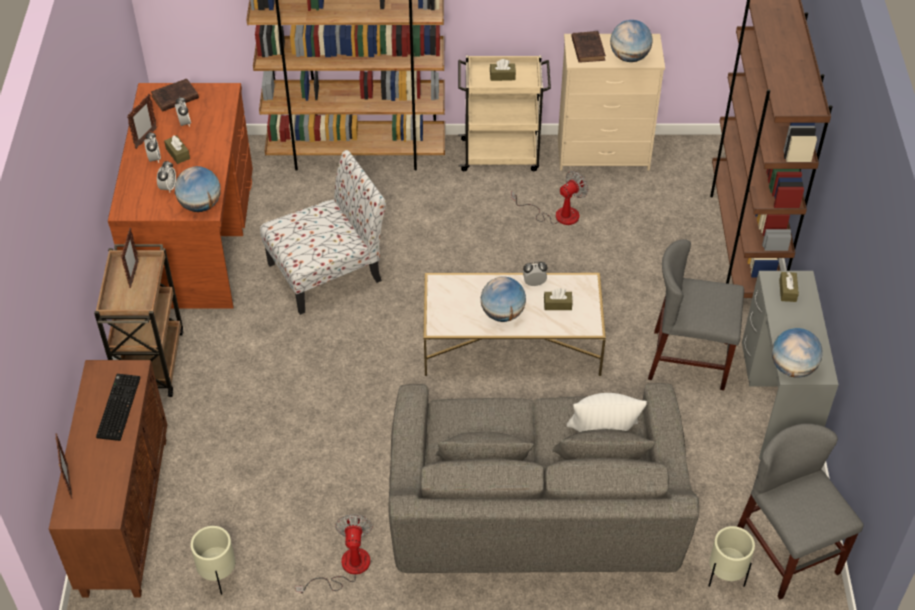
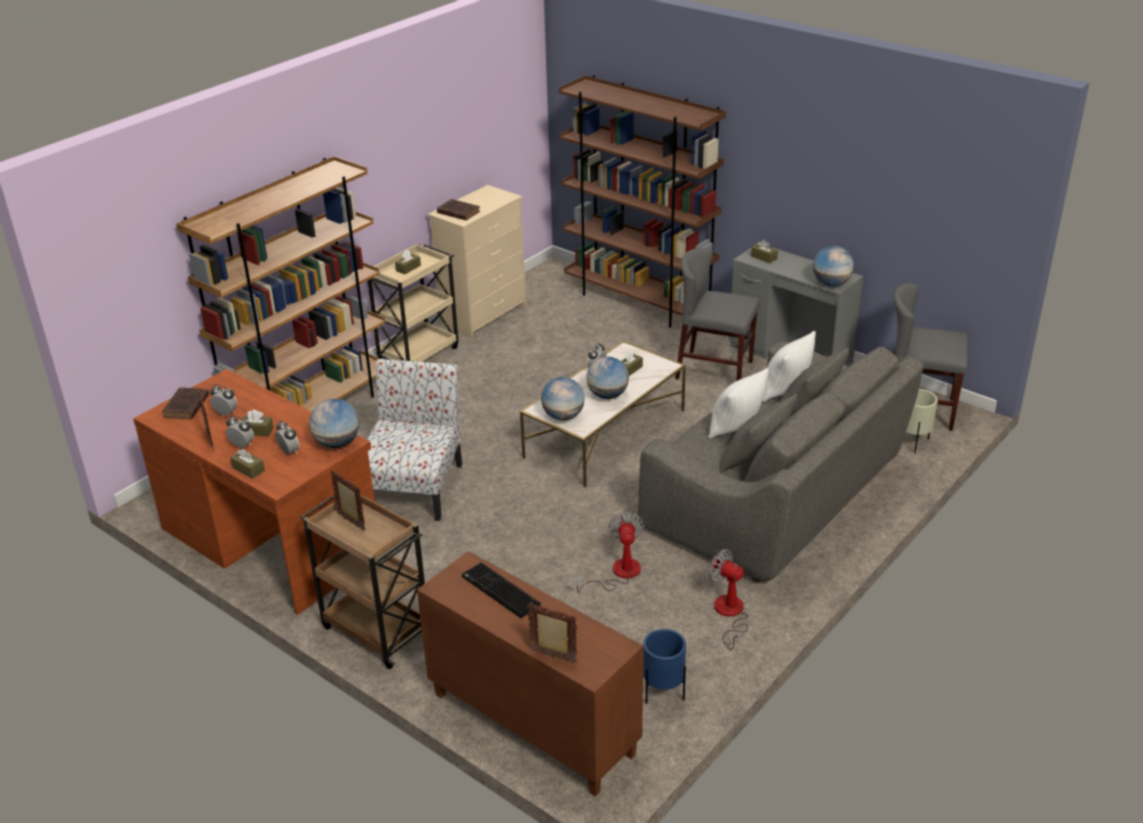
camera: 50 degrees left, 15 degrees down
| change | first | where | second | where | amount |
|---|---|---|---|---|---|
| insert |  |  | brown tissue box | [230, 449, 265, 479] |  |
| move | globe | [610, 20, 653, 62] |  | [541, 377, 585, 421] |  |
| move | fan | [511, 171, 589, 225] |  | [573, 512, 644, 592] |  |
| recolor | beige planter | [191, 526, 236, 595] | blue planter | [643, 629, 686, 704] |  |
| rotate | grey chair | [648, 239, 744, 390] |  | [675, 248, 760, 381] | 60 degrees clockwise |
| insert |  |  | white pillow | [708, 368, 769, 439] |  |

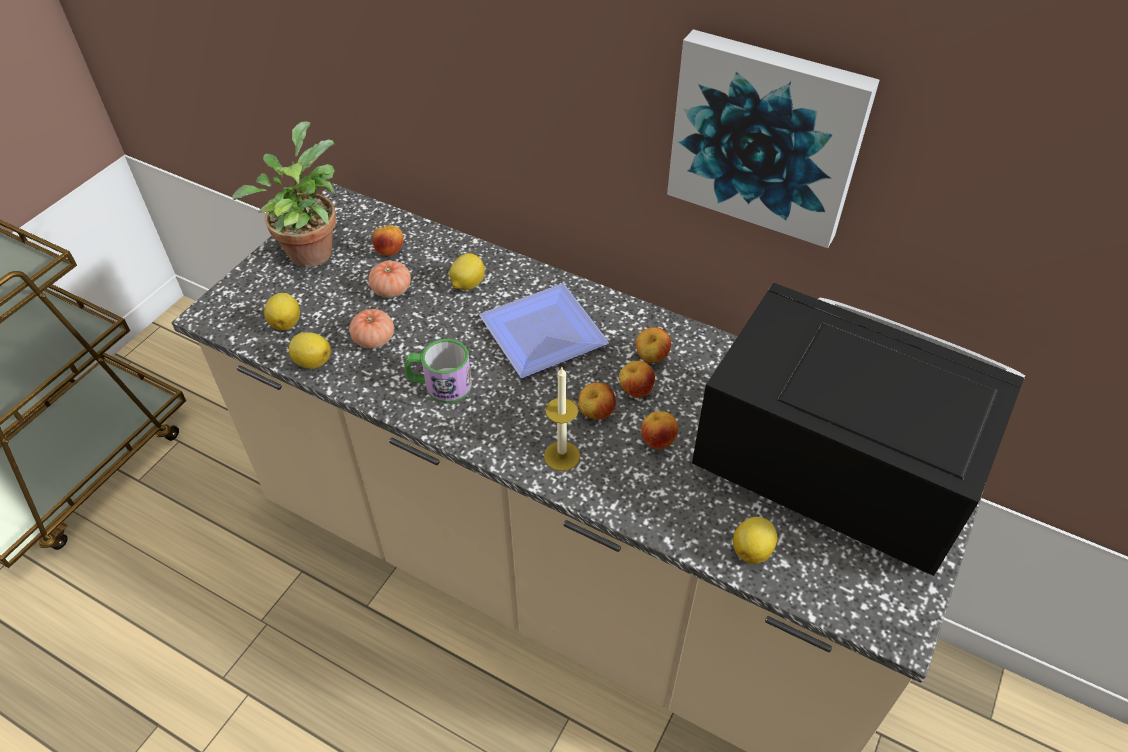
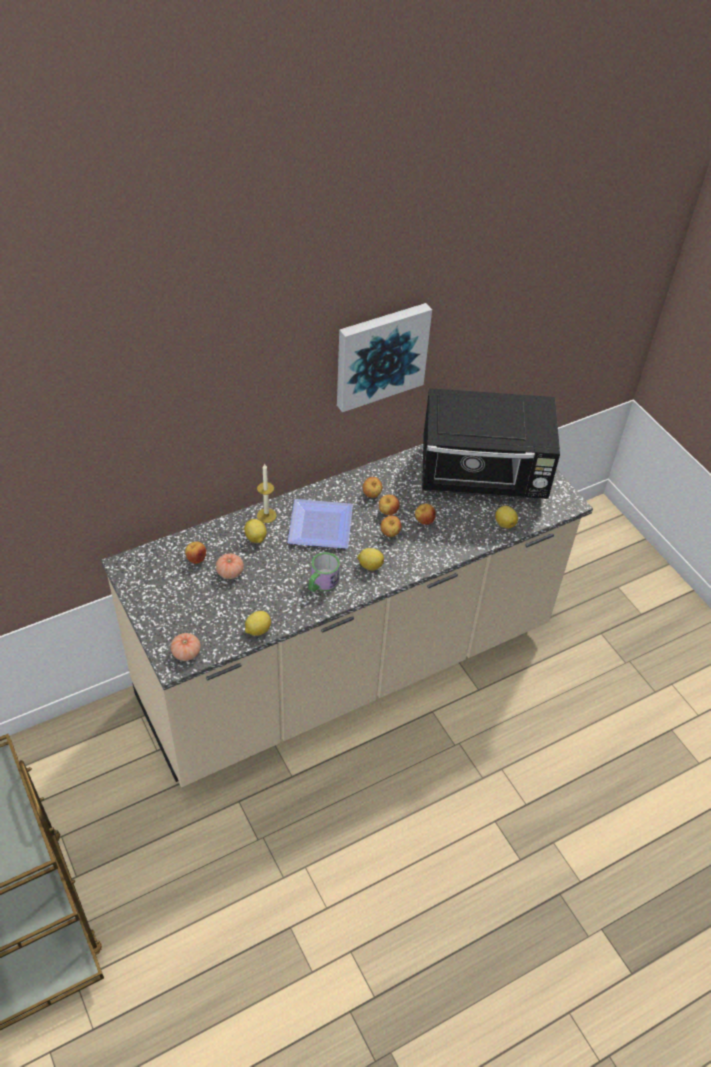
camera: 60 degrees left, 0 degrees up
| change | first | where | second | where | amount |
|---|---|---|---|---|---|
| move | tomato | [349, 309, 394, 349] |  | [170, 633, 201, 661] |  |
| move | candle | [544, 367, 580, 471] |  | [257, 464, 277, 523] |  |
| move | lemon | [264, 293, 300, 330] |  | [357, 548, 384, 571] |  |
| rotate | black microwave | [692, 282, 1025, 576] |  | [422, 388, 560, 499] | 150 degrees counterclockwise |
| delete | potted plant | [232, 121, 336, 268] |  |  |  |

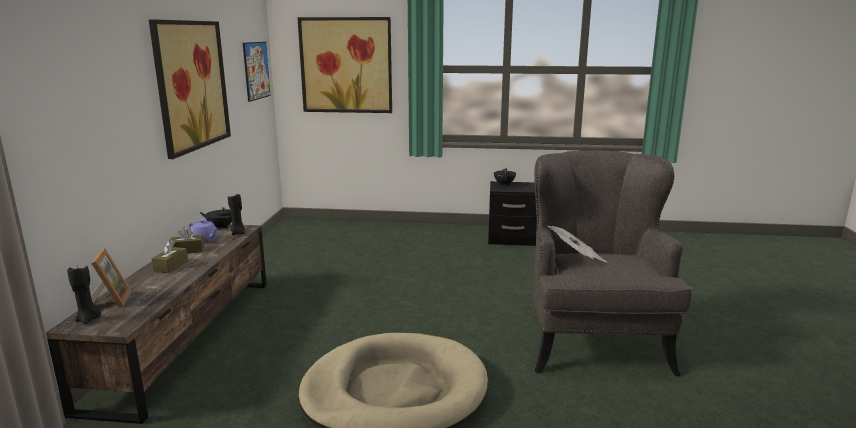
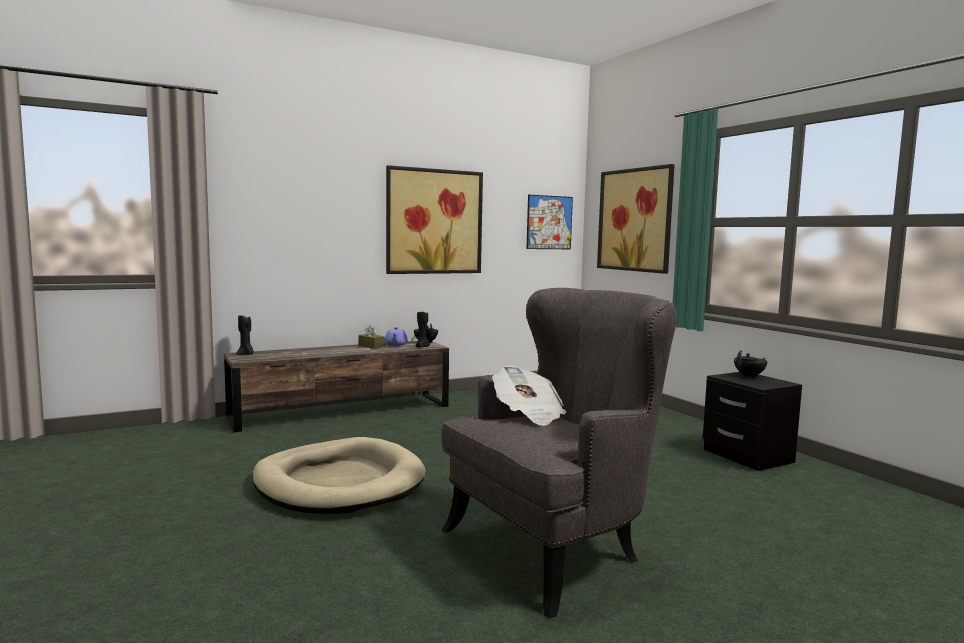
camera: 55 degrees right, 10 degrees down
| change | first | where | second | where | amount |
|---|---|---|---|---|---|
| delete | picture frame | [91, 248, 131, 308] |  |  |  |
| delete | brown tissue box | [152, 240, 188, 273] |  |  |  |

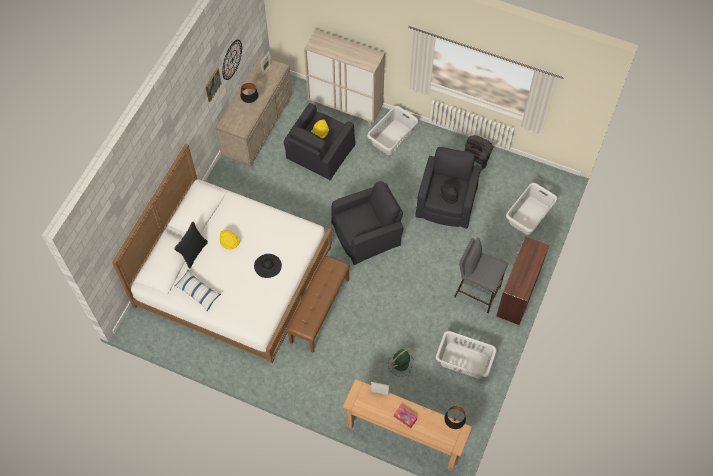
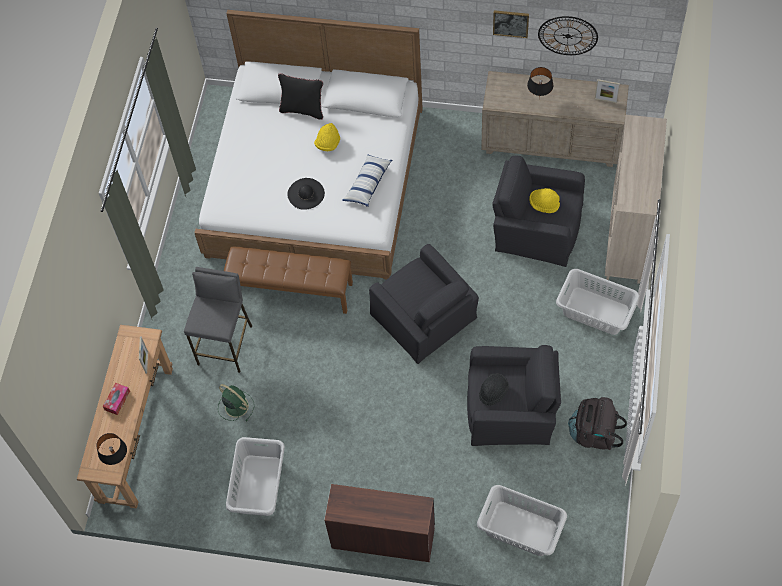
camera: 80 degrees right, 0 degrees up
| change | first | where | second | where | amount |
|---|---|---|---|---|---|
| move | grey stool | [454, 238, 508, 313] |  | [184, 267, 252, 373] |  |
| move | pillow | [175, 270, 221, 311] |  | [342, 154, 392, 207] |  |

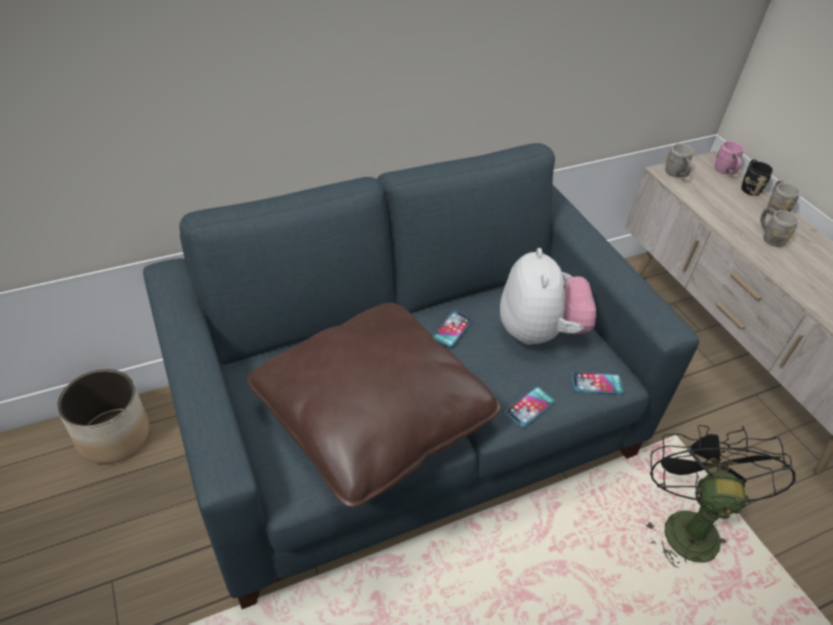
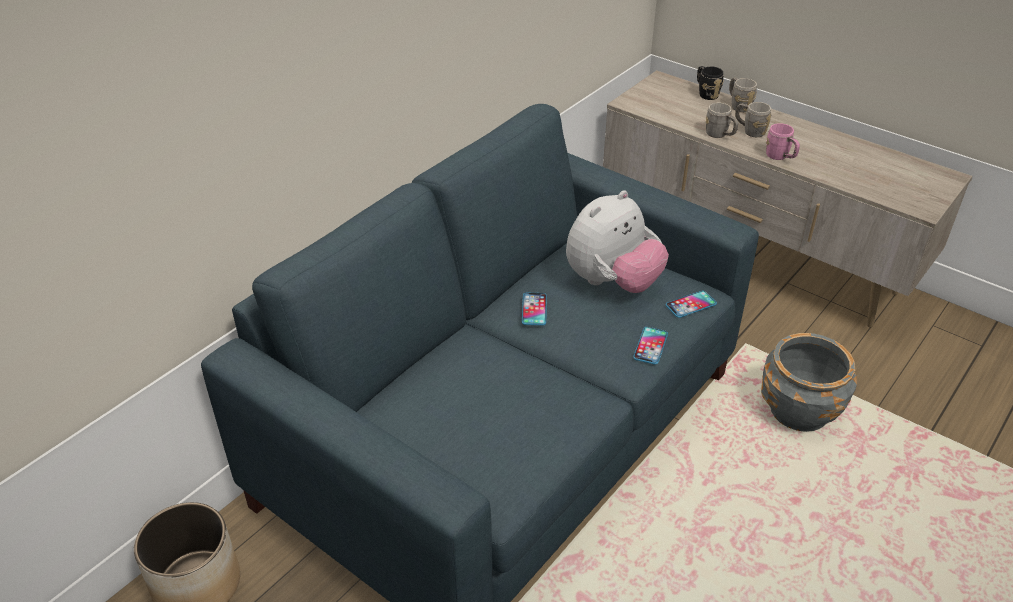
camera: 25 degrees left, 5 degrees down
| change | first | where | second | where | amount |
|---|---|---|---|---|---|
| rotate | plush toy | [500, 248, 596, 345] |  | [566, 190, 669, 293] | 75 degrees clockwise |
| move | grey mug | [665, 144, 693, 177] |  | [706, 102, 738, 138] |  |
| replace | black fan | [645, 425, 796, 568] | grey planter | [761, 333, 857, 432] |  |
| move | pink mug | [715, 141, 744, 174] |  | [766, 123, 800, 160] |  |
| delete | brown pillow | [247, 303, 501, 507] |  |  |  |

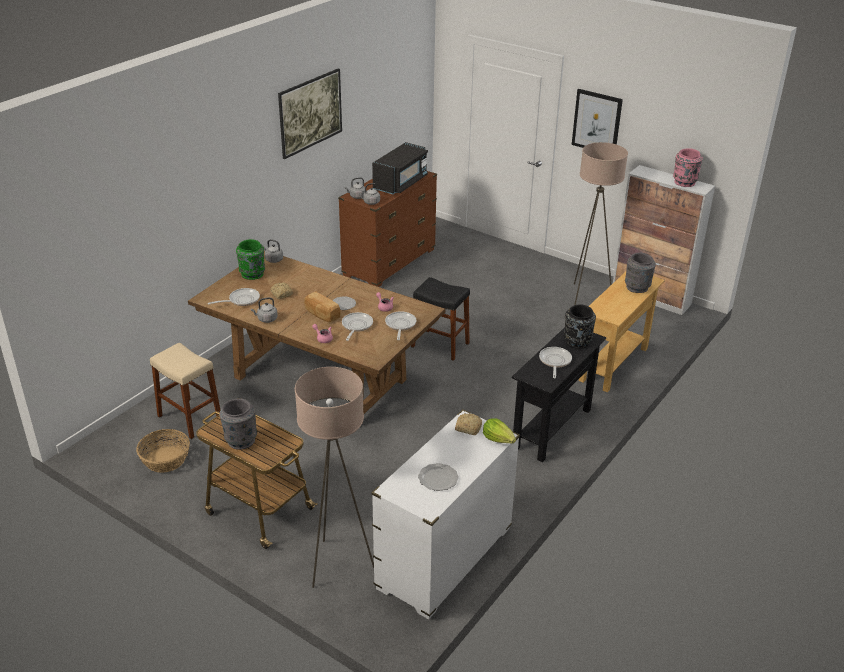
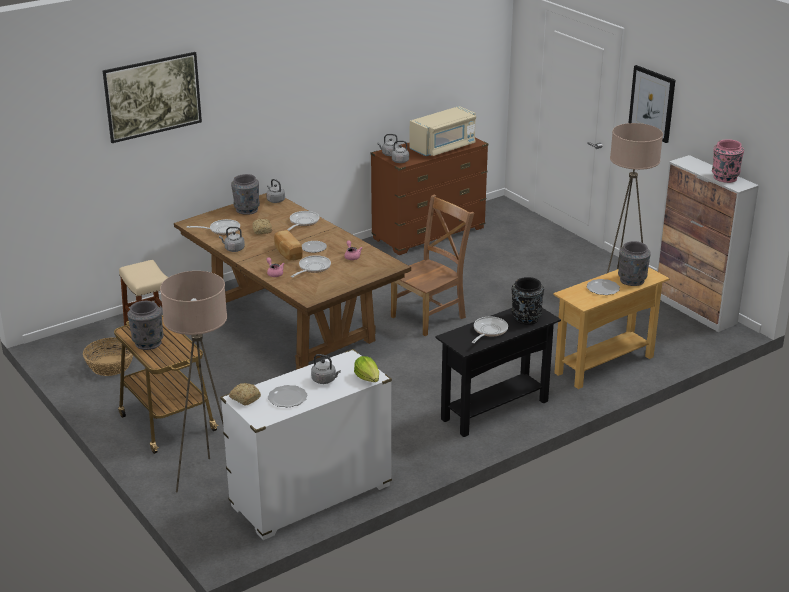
camera: 20 degrees right, 5 degrees down
| change | first | where | second | where | amount |
|---|---|---|---|---|---|
| move | picture | [278, 68, 342, 159] |  | [103, 52, 202, 143] |  |
| move | bread | [455, 413, 482, 435] |  | [229, 383, 261, 406] |  |
| recolor | green vase | [236, 239, 265, 280] | grey vase | [231, 174, 260, 215] |  |
| move | frying pan | [385, 311, 416, 340] |  | [287, 211, 319, 231] |  |
| insert |  |  | grey kettle | [311, 354, 341, 384] |  |
| replace | black stool | [411, 277, 470, 361] | brown chair | [391, 194, 474, 336] |  |
| recolor | black microwave | [372, 142, 428, 194] | beige microwave | [409, 106, 476, 156] |  |
| insert |  |  | plate | [587, 279, 620, 295] |  |

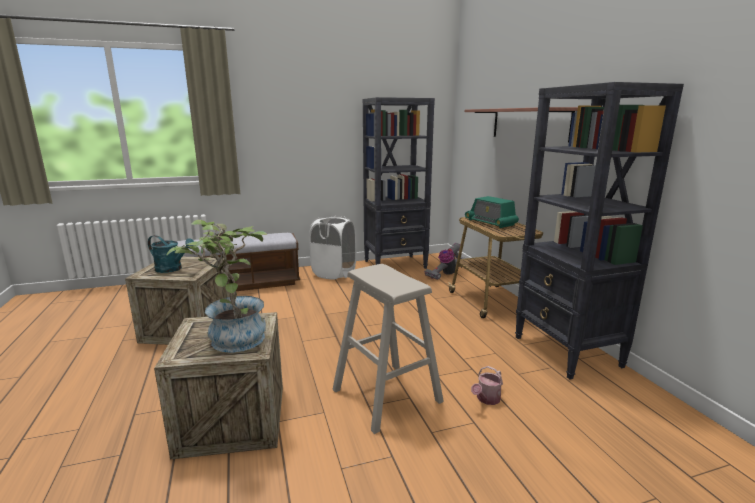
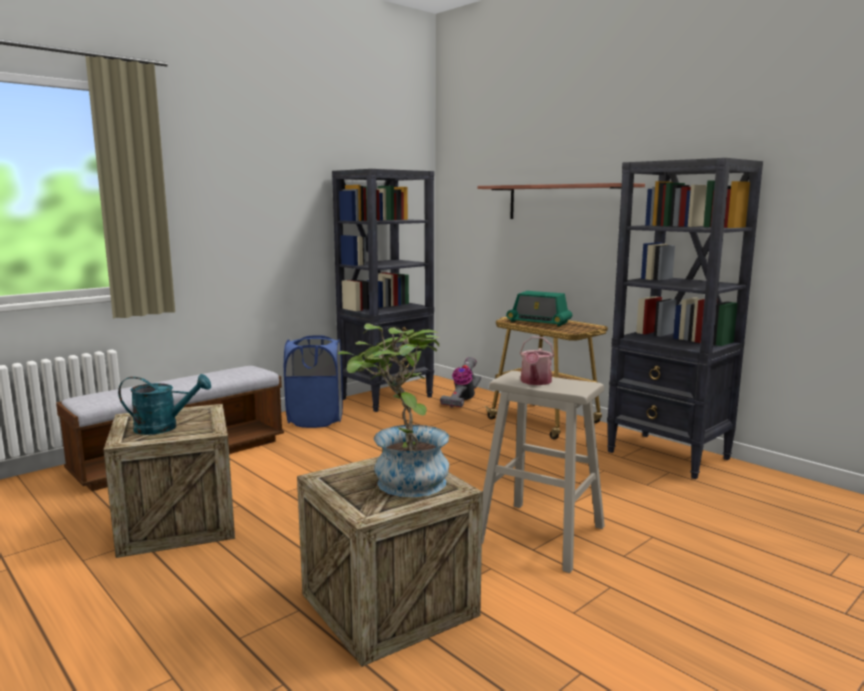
camera: 25 degrees left, 5 degrees down
| change | first | where | second | where | amount |
|---|---|---|---|---|---|
| recolor | white laundry basket | [309, 216, 356, 280] | blue laundry basket | [284, 335, 343, 428] |  |
| move | watering can | [471, 366, 503, 405] |  | [520, 336, 554, 385] |  |

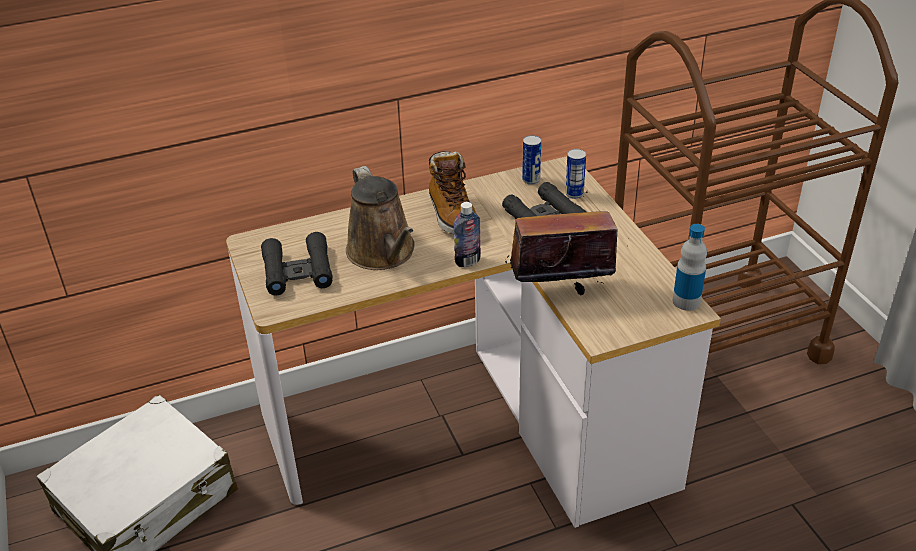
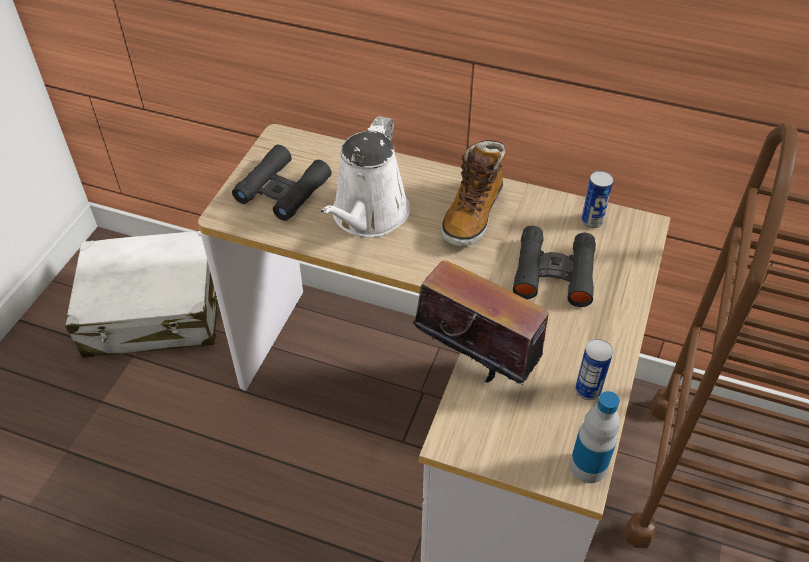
camera: 40 degrees right, 10 degrees up
| change | first | where | second | where | amount |
|---|---|---|---|---|---|
| recolor | brown watering can | [346, 166, 415, 270] | white watering can | [320, 116, 410, 237] |  |
| move | can | [565, 149, 586, 199] |  | [575, 339, 613, 400] |  |
| delete | bottle | [454, 202, 481, 267] |  |  |  |

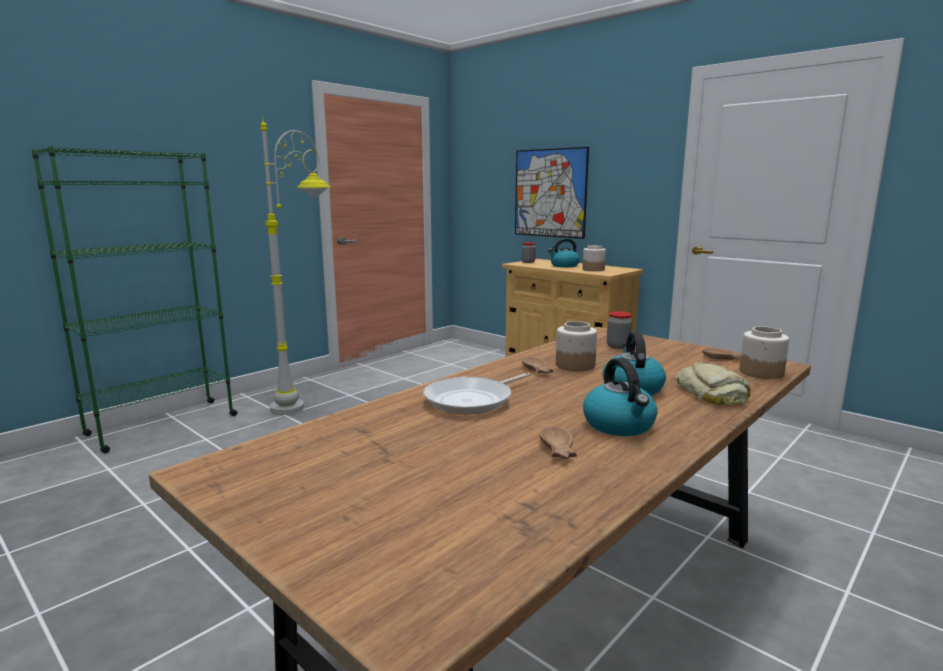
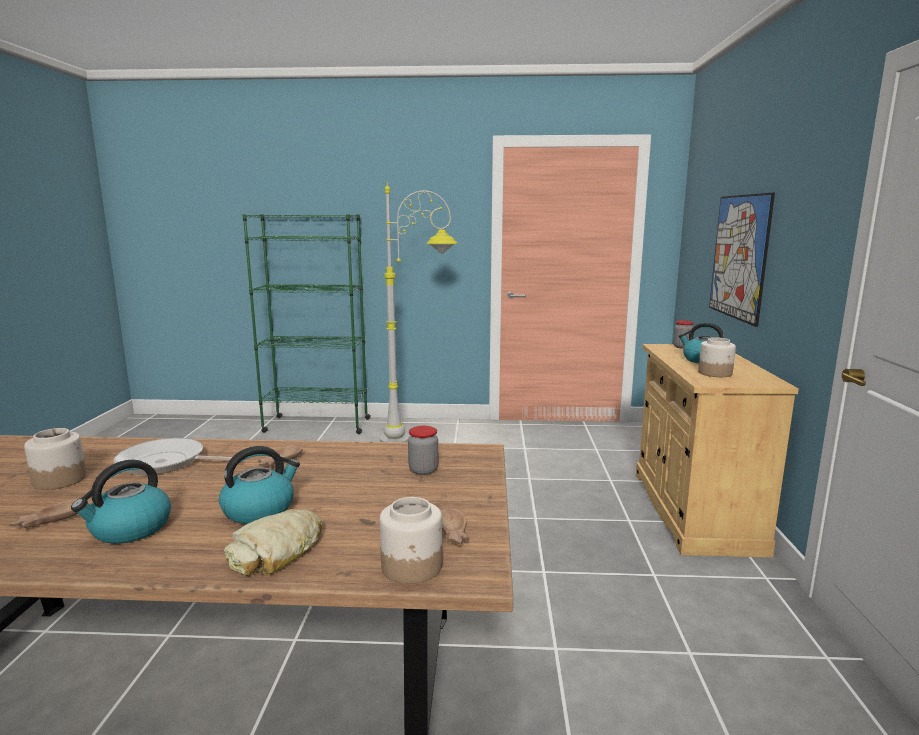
camera: 50 degrees right, 0 degrees up
| change | first | where | second | where | amount |
|---|---|---|---|---|---|
| move | jar | [556, 321, 597, 371] |  | [24, 428, 86, 490] |  |

